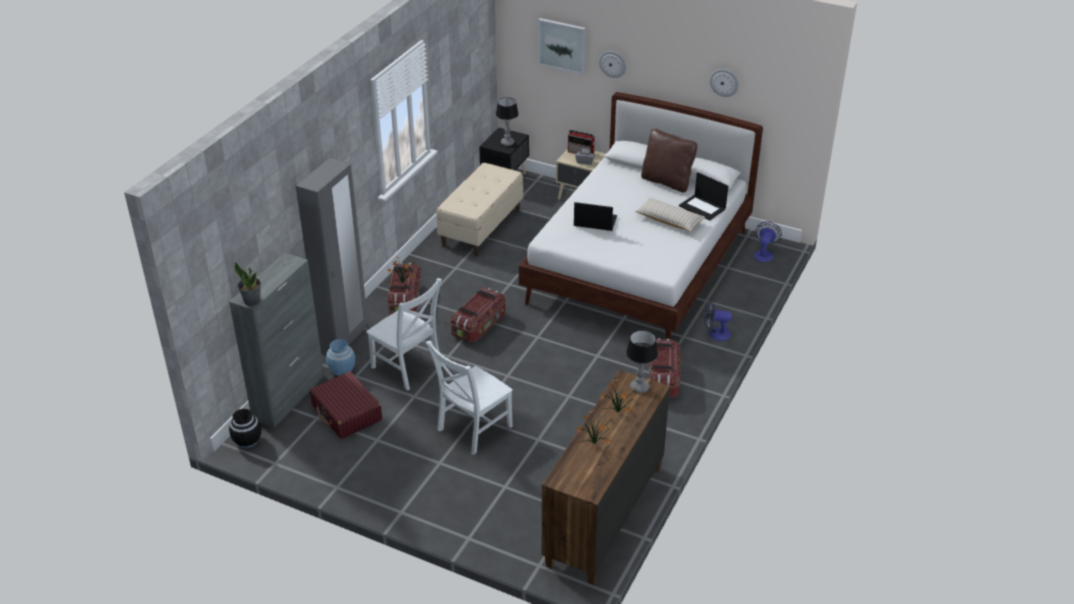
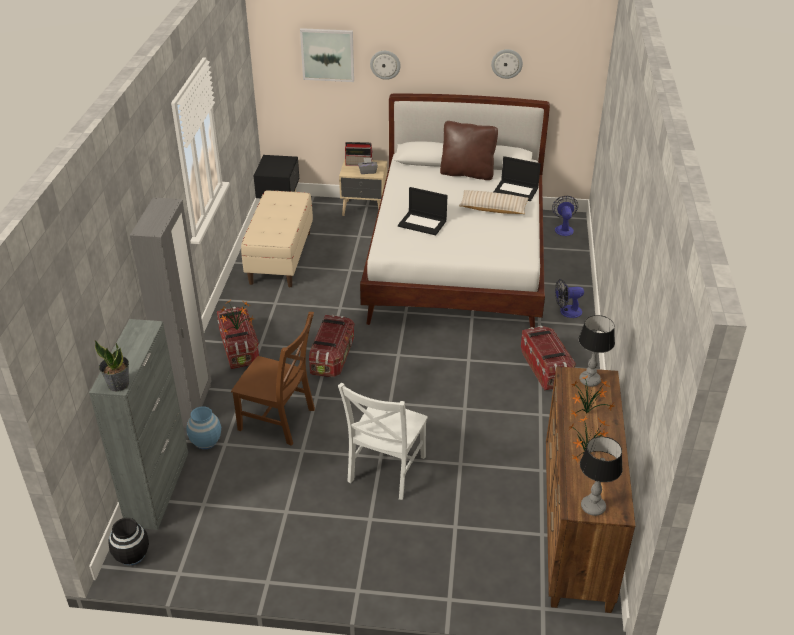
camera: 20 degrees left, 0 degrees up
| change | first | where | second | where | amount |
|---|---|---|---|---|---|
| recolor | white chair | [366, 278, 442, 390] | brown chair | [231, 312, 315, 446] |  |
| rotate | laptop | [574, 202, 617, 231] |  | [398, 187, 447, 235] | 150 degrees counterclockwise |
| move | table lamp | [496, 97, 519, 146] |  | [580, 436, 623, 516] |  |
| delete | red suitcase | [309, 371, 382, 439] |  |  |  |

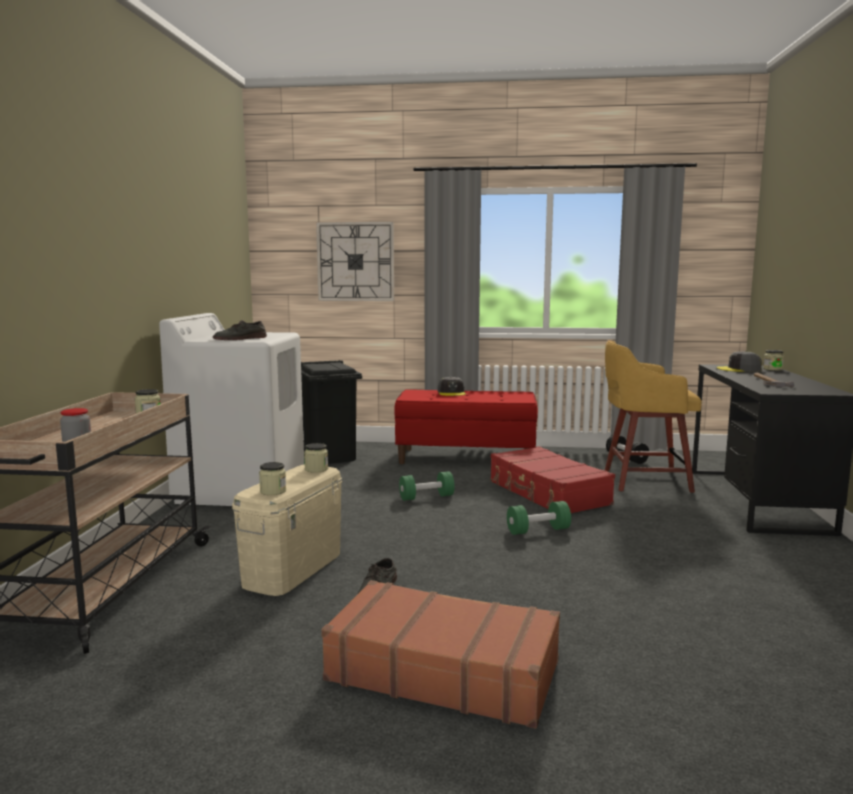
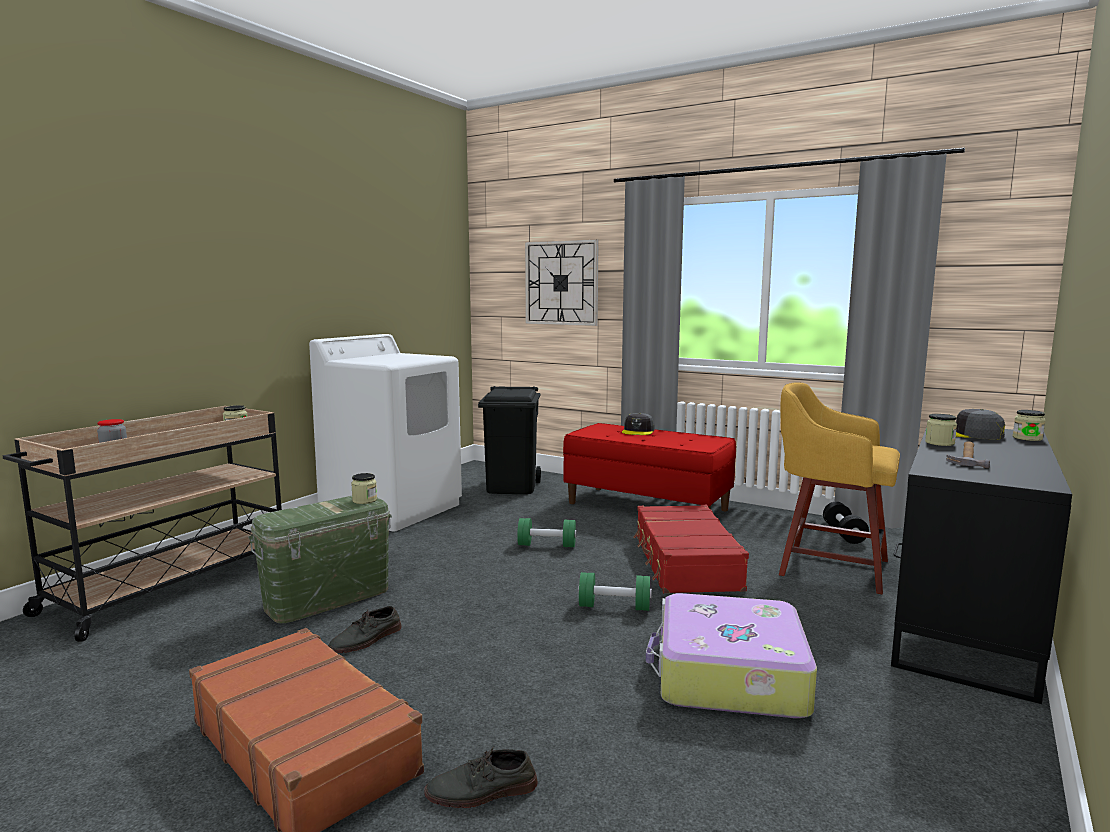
camera: 25 degrees right, 0 degrees up
| change | first | where | second | where | amount |
|---|---|---|---|---|---|
| recolor | beige storage box | [232, 465, 342, 596] | green storage box | [248, 496, 392, 623] |  |
| move | grey shoe | [213, 320, 267, 340] |  | [424, 746, 537, 808] |  |
| insert |  |  | suitcase | [646, 593, 817, 718] |  |
| move | jar | [259, 462, 286, 495] |  | [925, 414, 957, 446] |  |

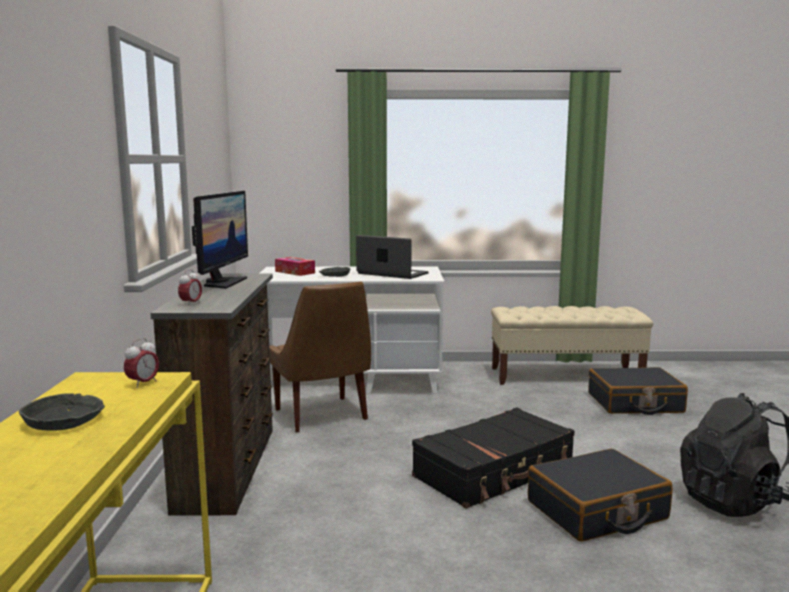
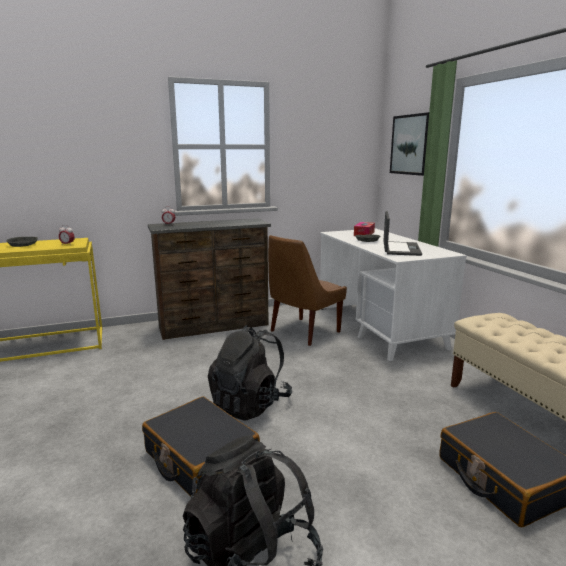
camera: 70 degrees right, 5 degrees up
| change | first | where | second | where | amount |
|---|---|---|---|---|---|
| replace | black suitcase | [412, 407, 575, 509] | black backpack | [208, 325, 292, 421] |  |
| insert |  |  | picture | [390, 112, 429, 176] |  |
| delete | monitor | [192, 191, 248, 289] |  |  |  |

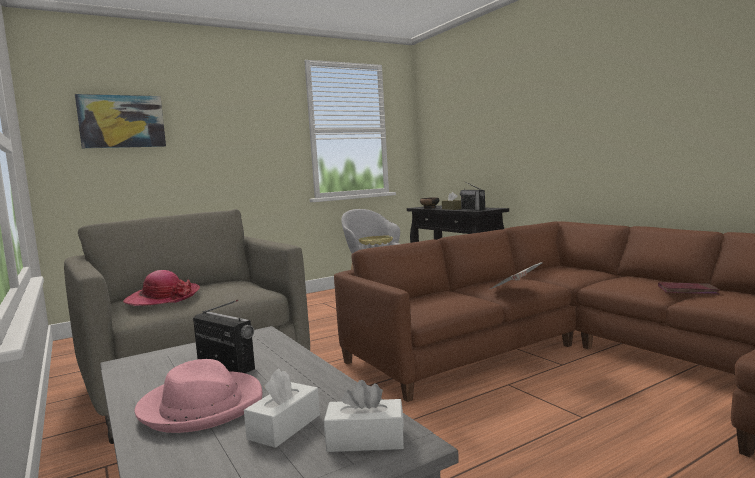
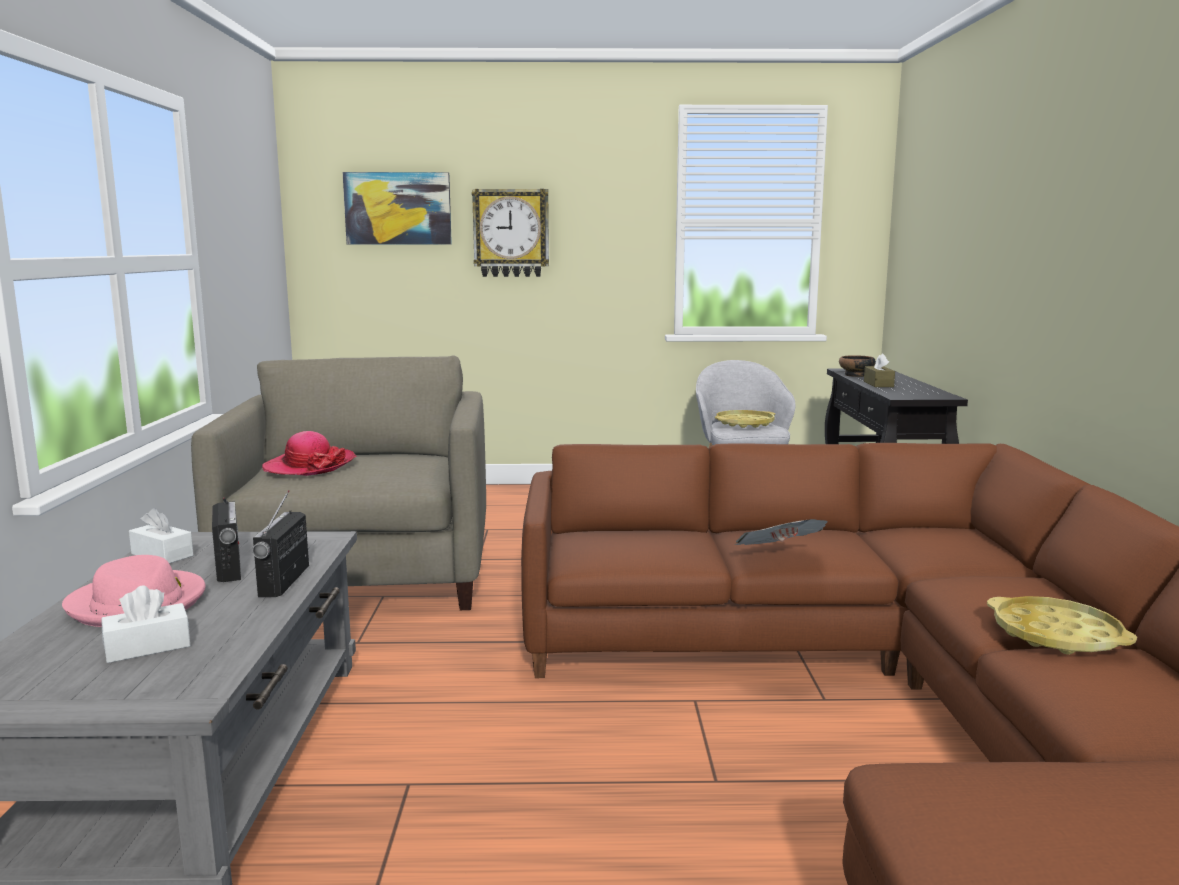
camera: 30 degrees right, 5 degrees up
| change | first | where | second | where | amount |
|---|---|---|---|---|---|
| move | white tissue box | [324, 380, 404, 452] |  | [129, 508, 193, 563] |  |
| move | radio | [460, 182, 485, 211] |  | [252, 490, 309, 597] |  |
| insert |  |  | wall clock | [472, 189, 549, 277] |  |
| replace | red book | [658, 282, 720, 294] | yellow tray | [987, 596, 1137, 655] |  |

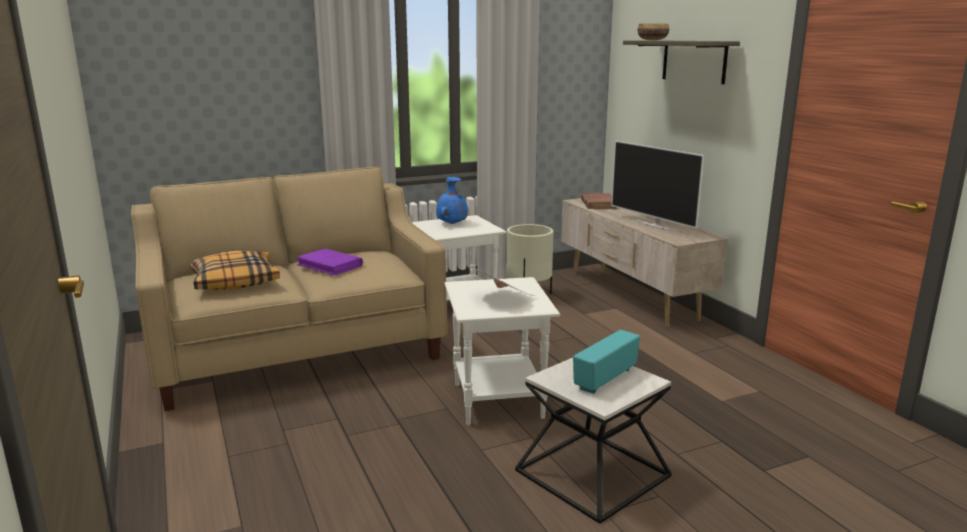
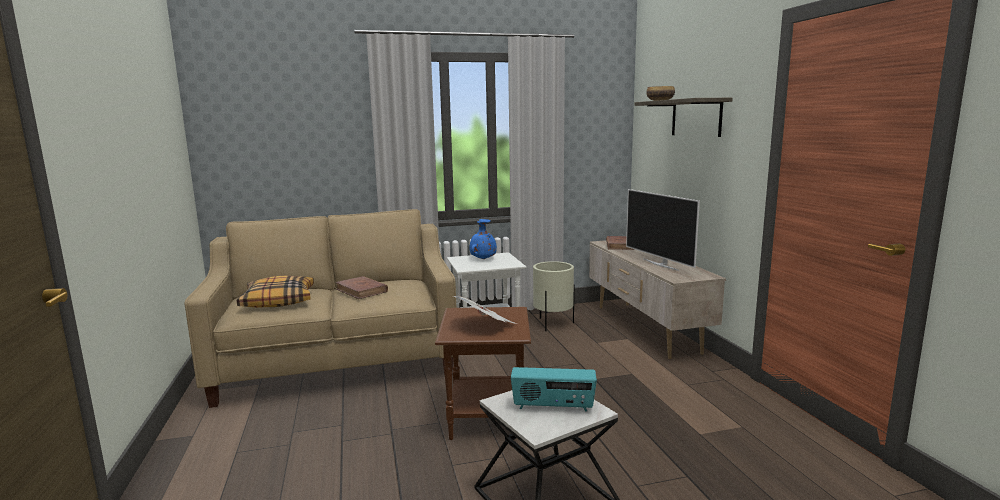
camera: 10 degrees right, 5 degrees down
| change | first | where | second | where | amount |
|---|---|---|---|---|---|
| recolor | purple book | [297, 248, 363, 276] | brown book | [335, 276, 388, 299] |  |
| recolor | white side table | [444, 277, 560, 425] | brown side table | [435, 307, 531, 440] |  |
| rotate | radio | [573, 330, 640, 394] |  | [511, 367, 597, 412] | 135 degrees counterclockwise |

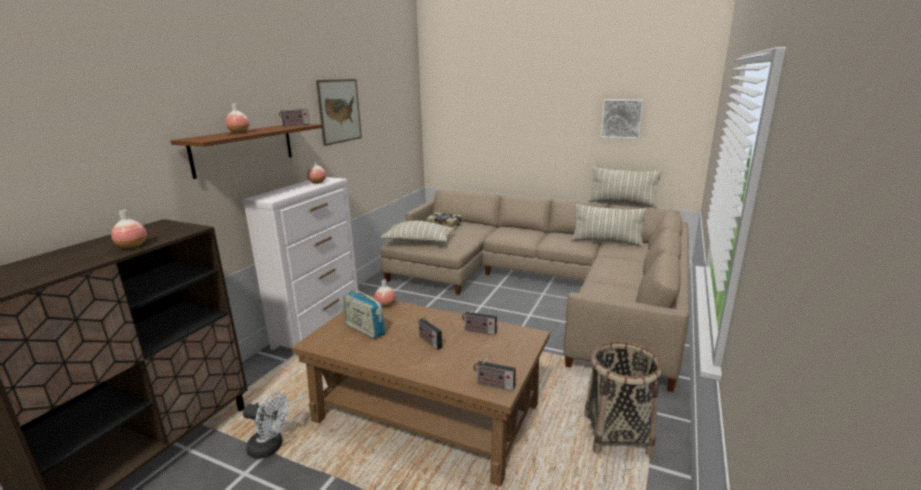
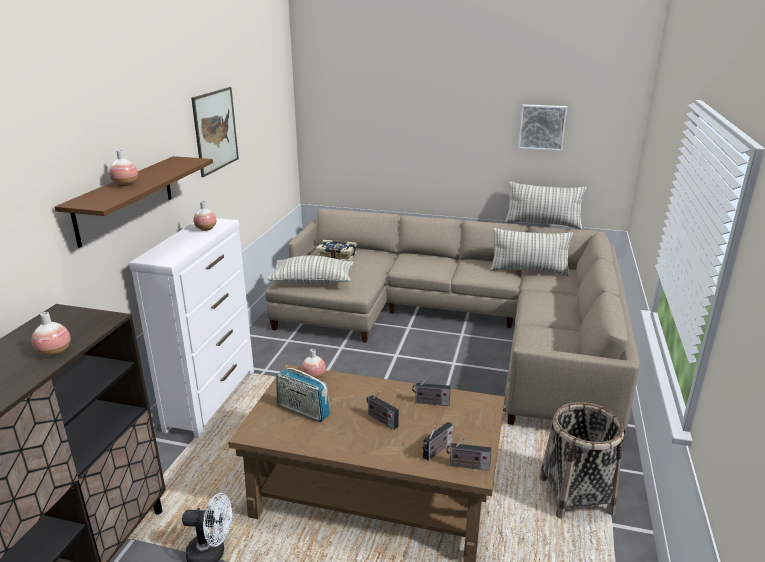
camera: 10 degrees left, 5 degrees up
| change | first | where | second | where | amount |
|---|---|---|---|---|---|
| move | radio | [279, 101, 310, 126] |  | [422, 422, 453, 461] |  |

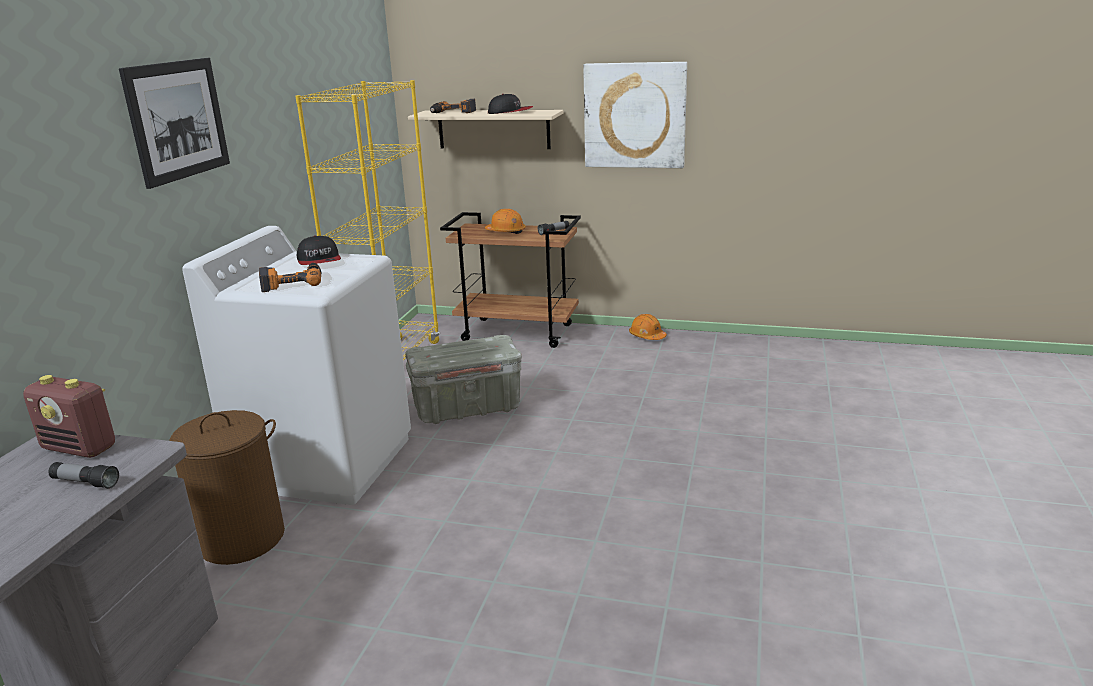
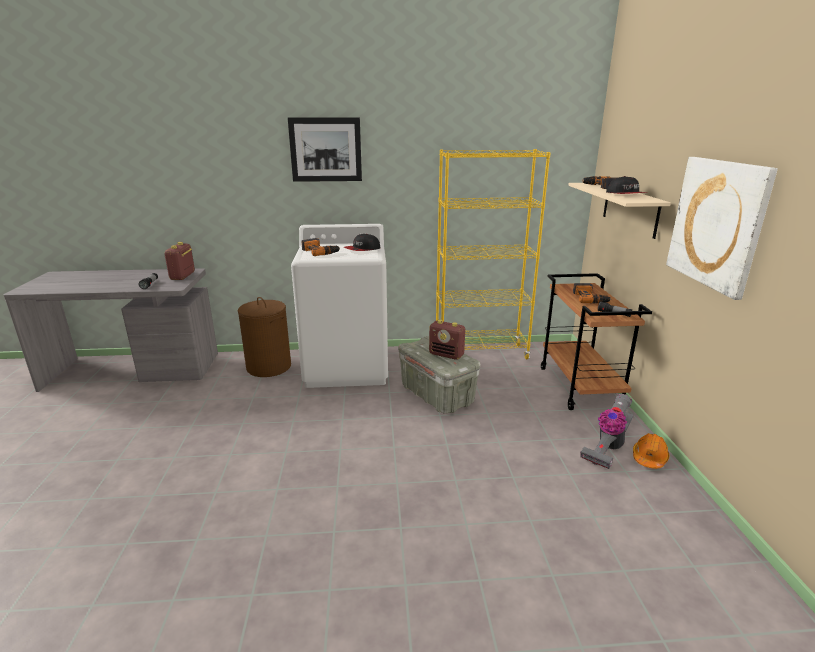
camera: 70 degrees right, 0 degrees up
| change | first | where | second | where | amount |
|---|---|---|---|---|---|
| insert |  |  | radio | [429, 320, 465, 360] |  |
| replace | orange hard hat | [485, 209, 526, 234] | power drill | [573, 283, 611, 304] |  |
| insert |  |  | vacuum cleaner | [580, 394, 634, 469] |  |

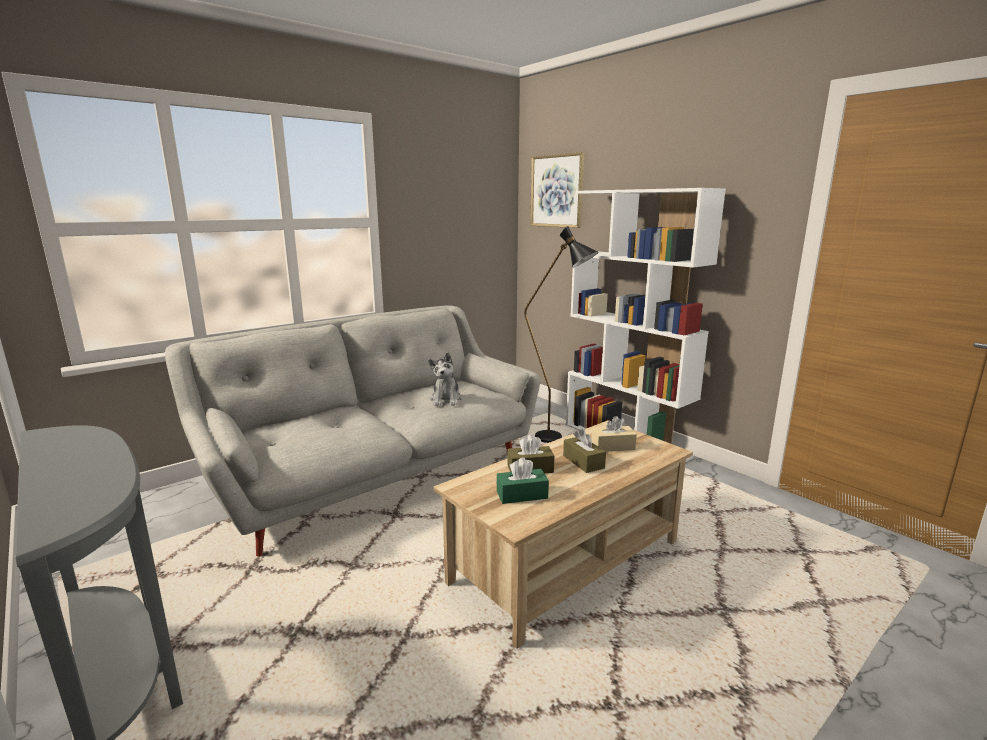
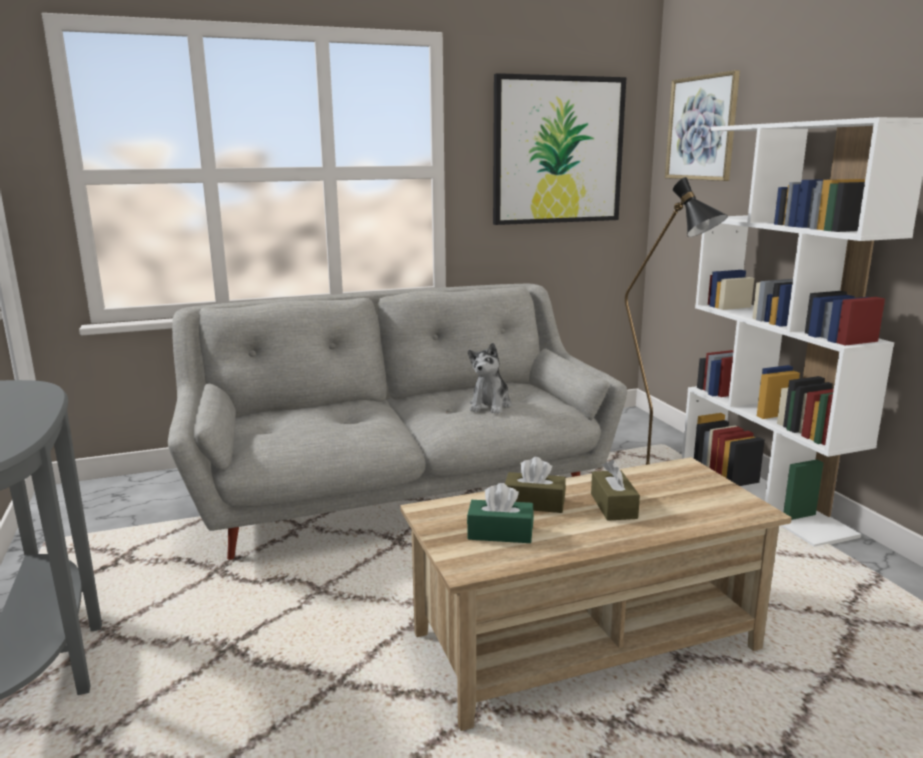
camera: 20 degrees right, 0 degrees up
| change | first | where | second | where | amount |
|---|---|---|---|---|---|
| insert |  |  | picture | [493, 73, 627, 225] |  |
| delete | beige tissue box | [591, 416, 637, 452] |  |  |  |

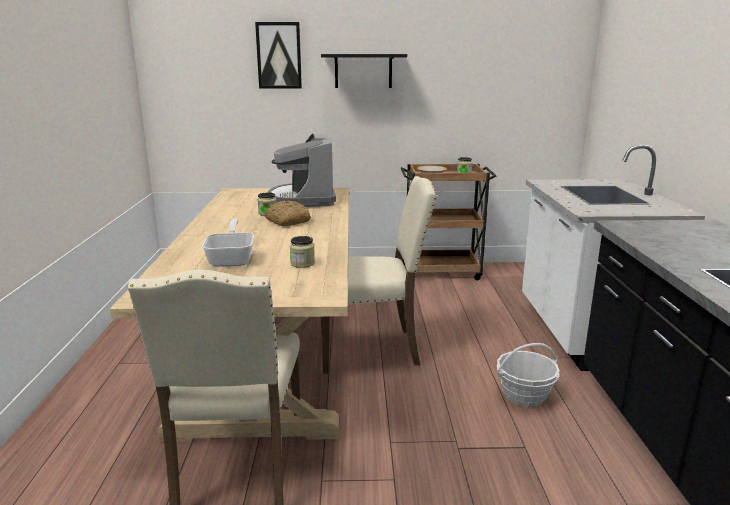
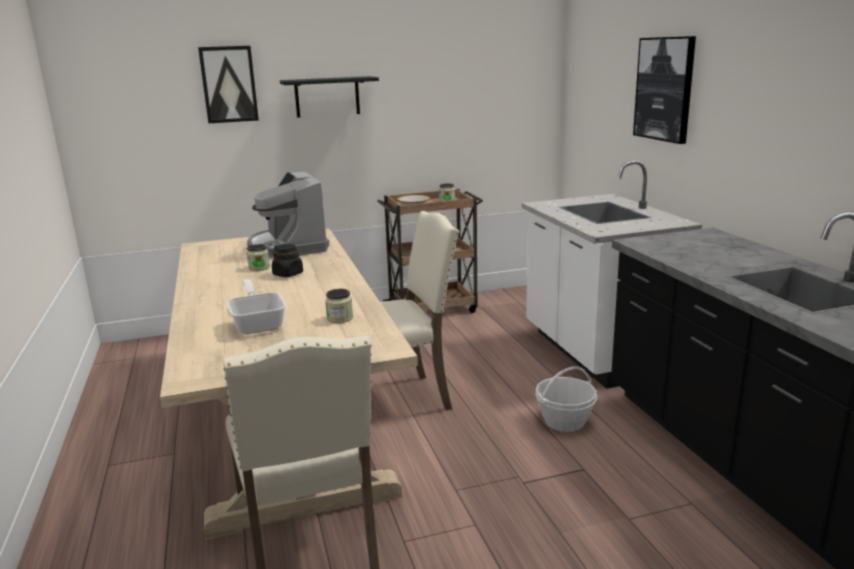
camera: 15 degrees left, 0 degrees up
| change | first | where | second | where | amount |
|---|---|---|---|---|---|
| replace | bread | [265, 200, 311, 226] | black jar | [272, 244, 303, 277] |  |
| insert |  |  | picture | [633, 36, 696, 144] |  |

